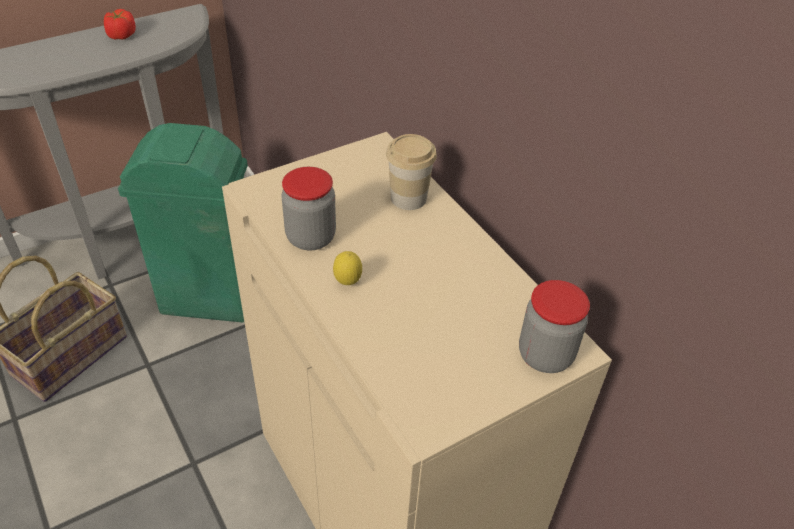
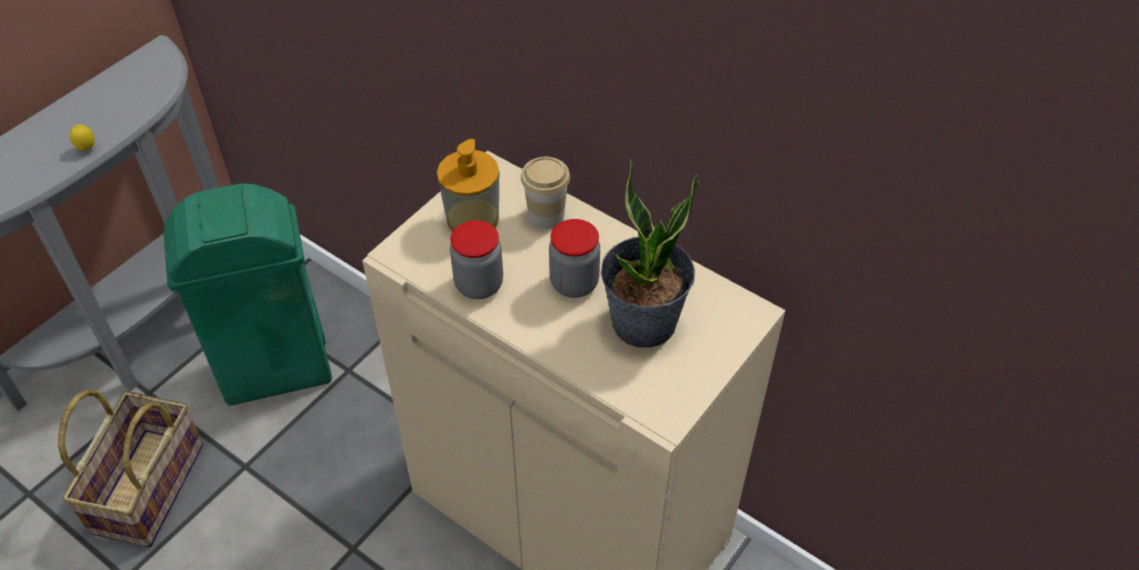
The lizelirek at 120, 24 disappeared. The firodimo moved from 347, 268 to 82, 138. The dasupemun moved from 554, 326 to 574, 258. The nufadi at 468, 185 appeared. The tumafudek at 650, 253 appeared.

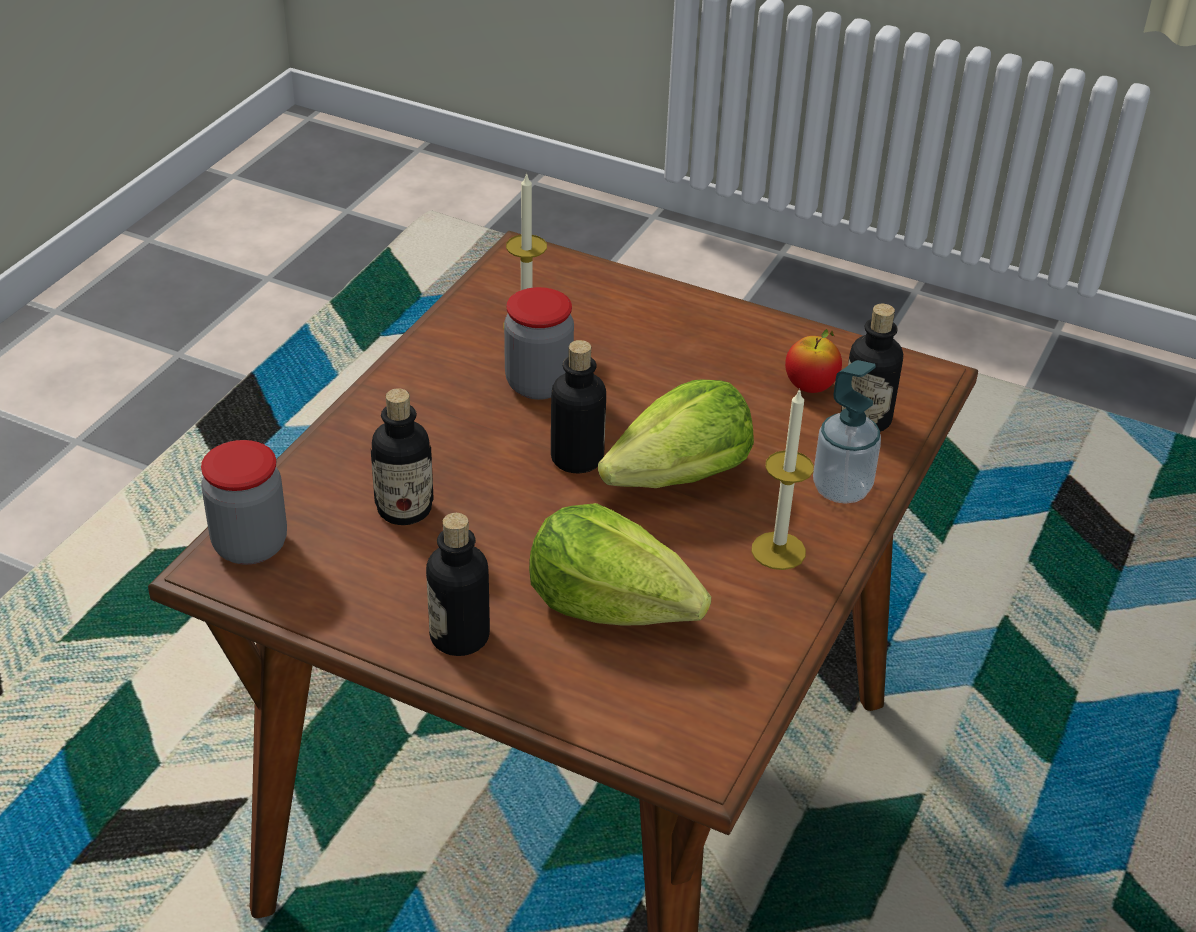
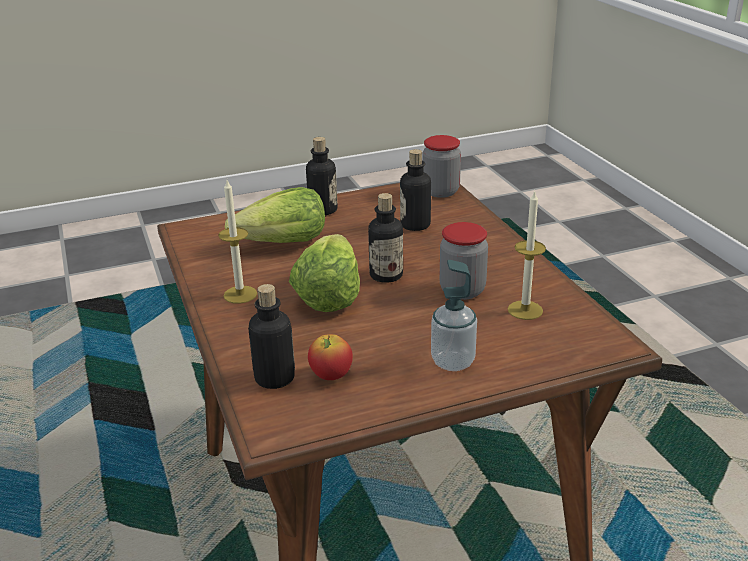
The nufadi moved from 847, 432 to 454, 315.

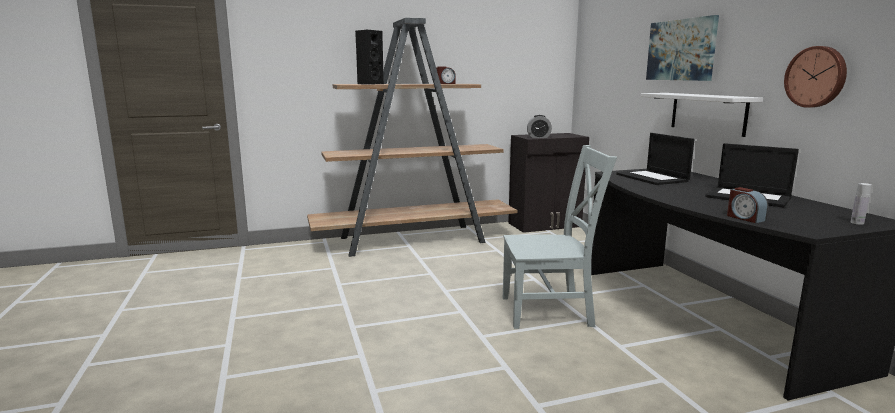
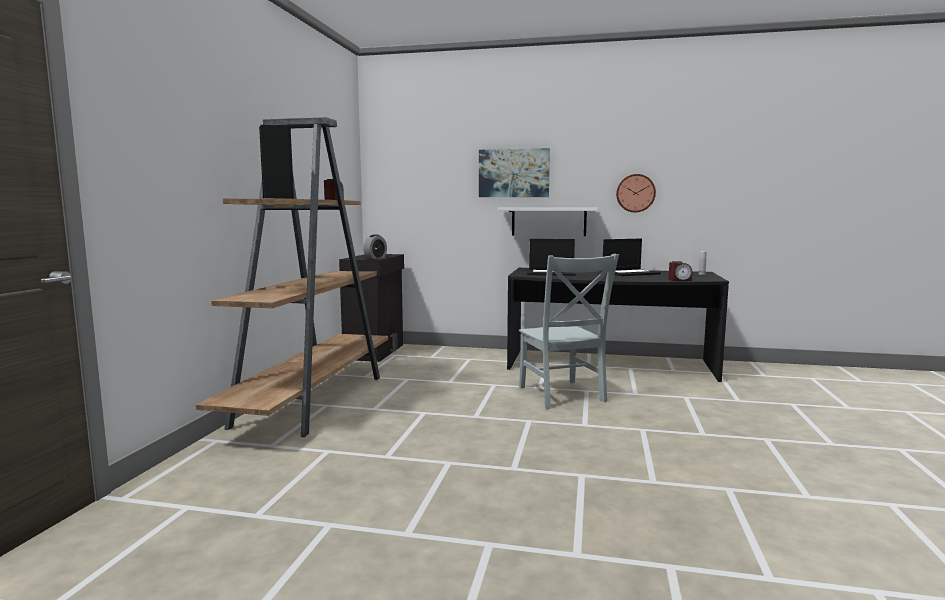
The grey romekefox at 560, 237 turned 135 degrees clockwise.

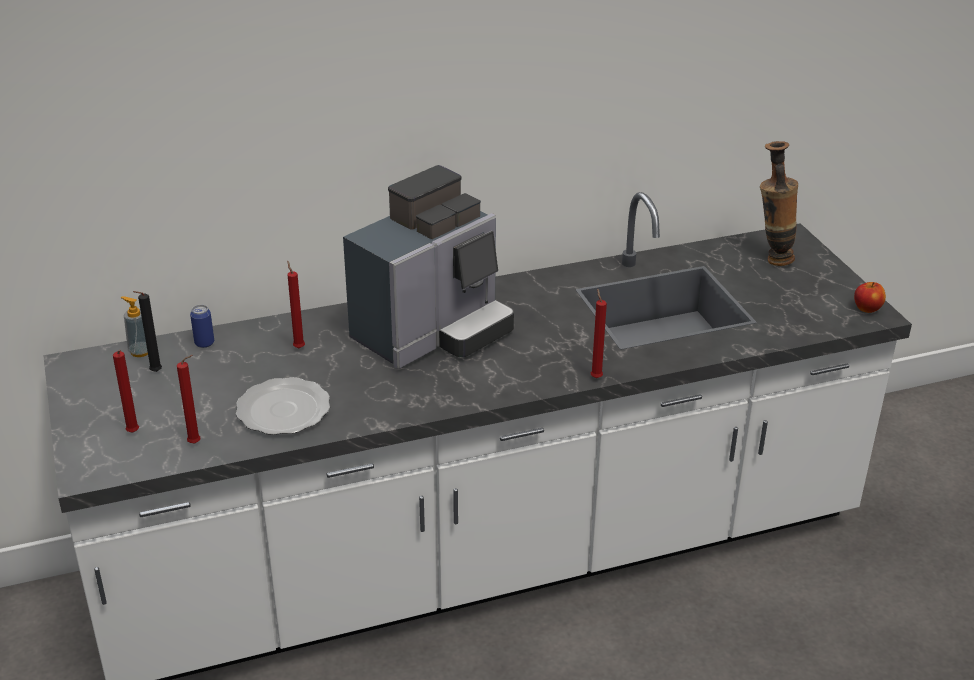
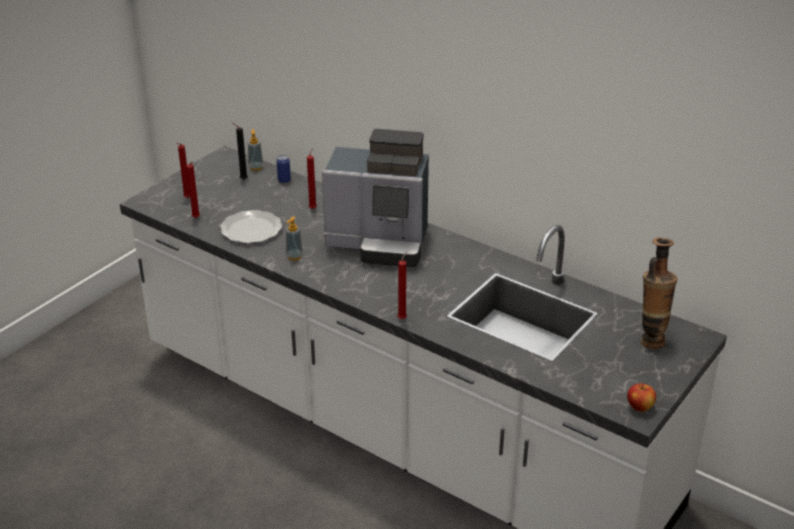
The nufadi at 294, 238 appeared.

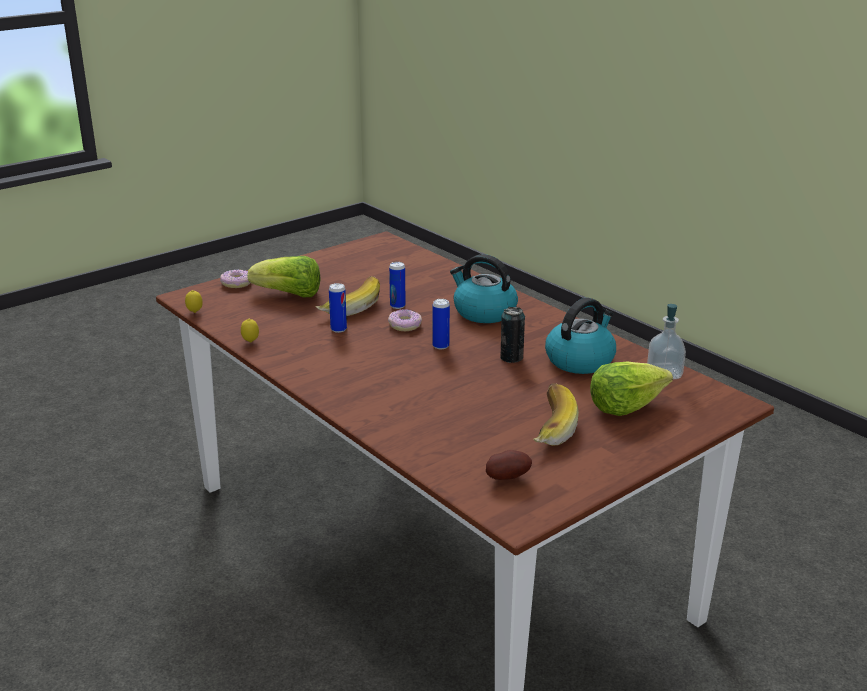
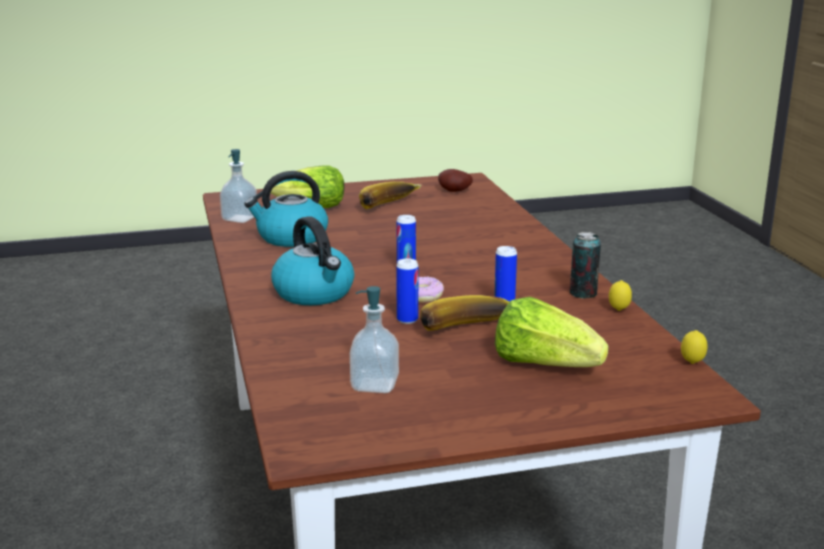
The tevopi at 235, 278 disappeared. The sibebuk moved from 512, 335 to 585, 265. The nufadi at 374, 339 appeared.

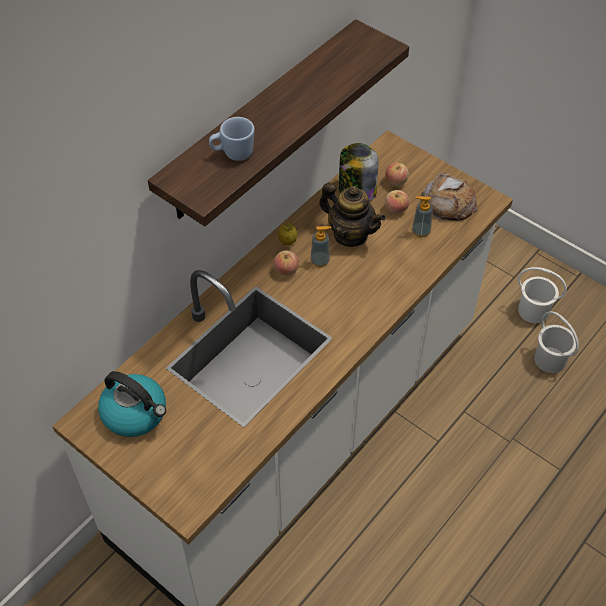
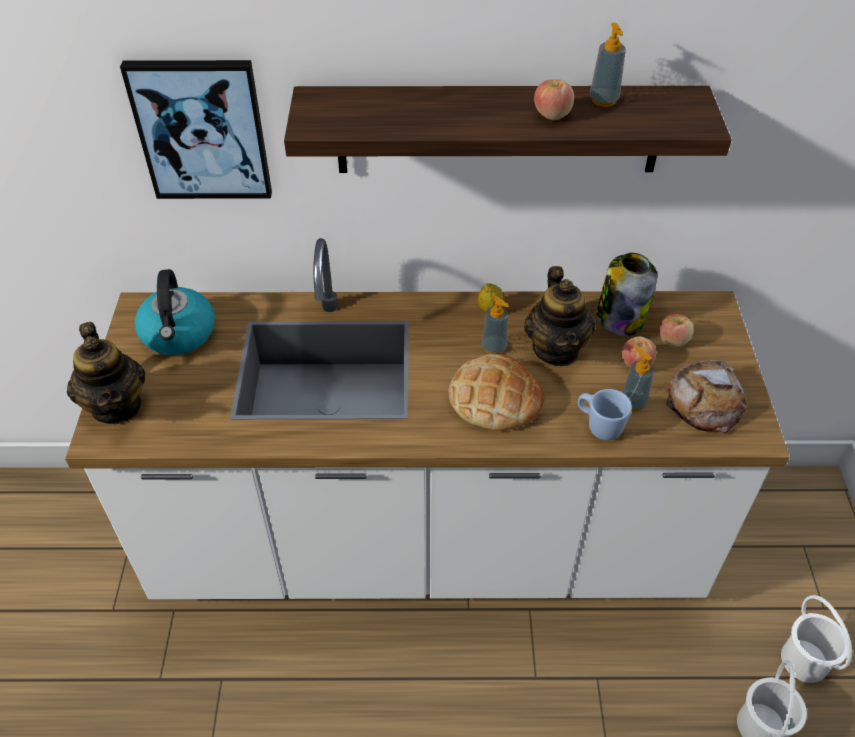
The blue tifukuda moved from 232, 139 to 605, 414. The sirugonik moved from 286, 263 to 554, 99. The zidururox at 106, 373 appeared. The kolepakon at 196, 129 appeared. The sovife at 496, 392 appeared. The nufadi at 608, 65 appeared.

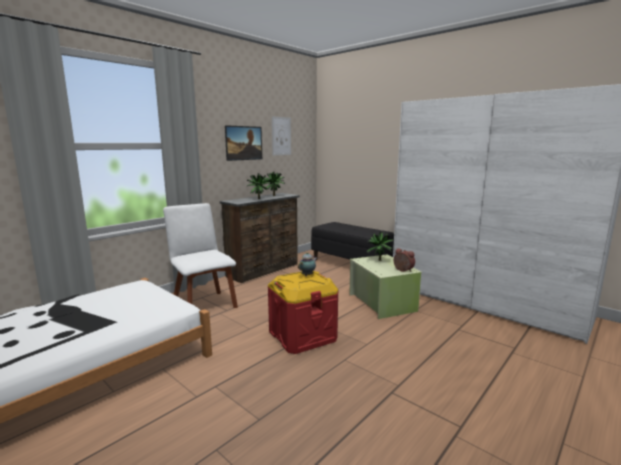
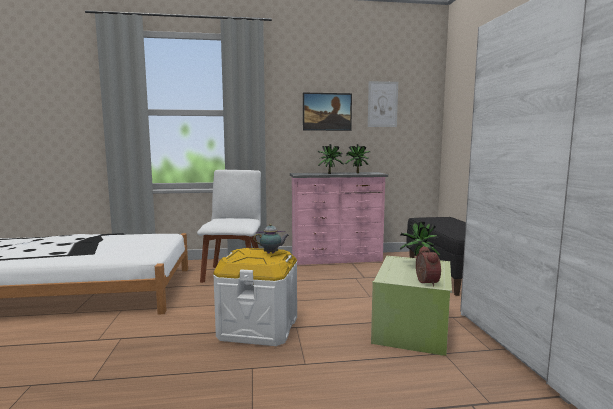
The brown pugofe at 260, 238 became the pink pugofe at 339, 218. The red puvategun at 303, 312 became the white puvategun at 255, 297.

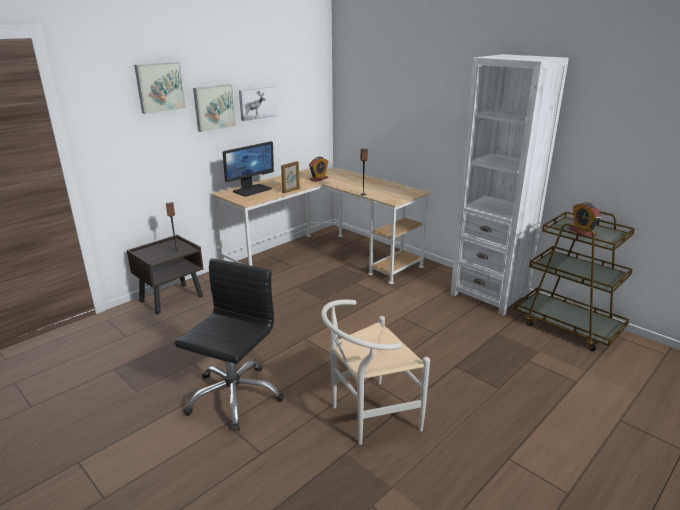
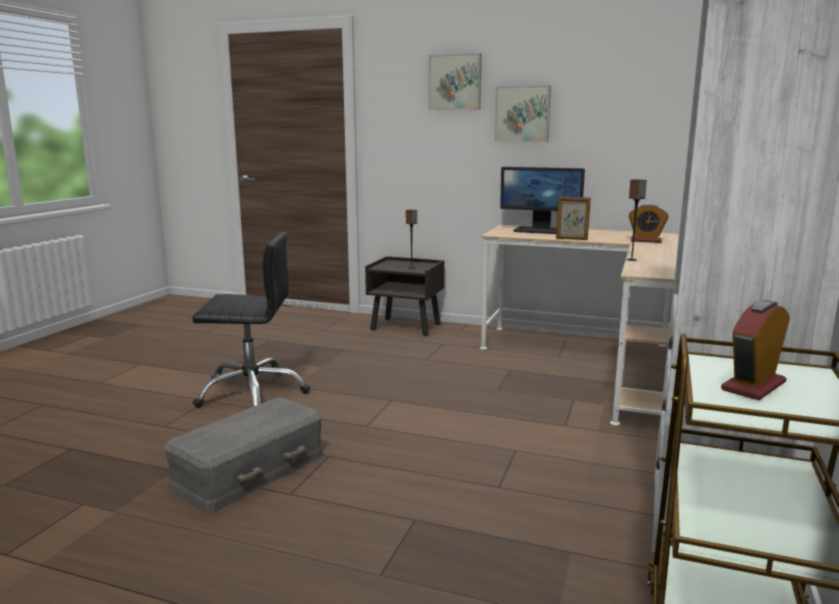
The kolepakon at 258, 103 disappeared. The white romekefox at 375, 372 was replaced by the grey puvategun at 243, 455.

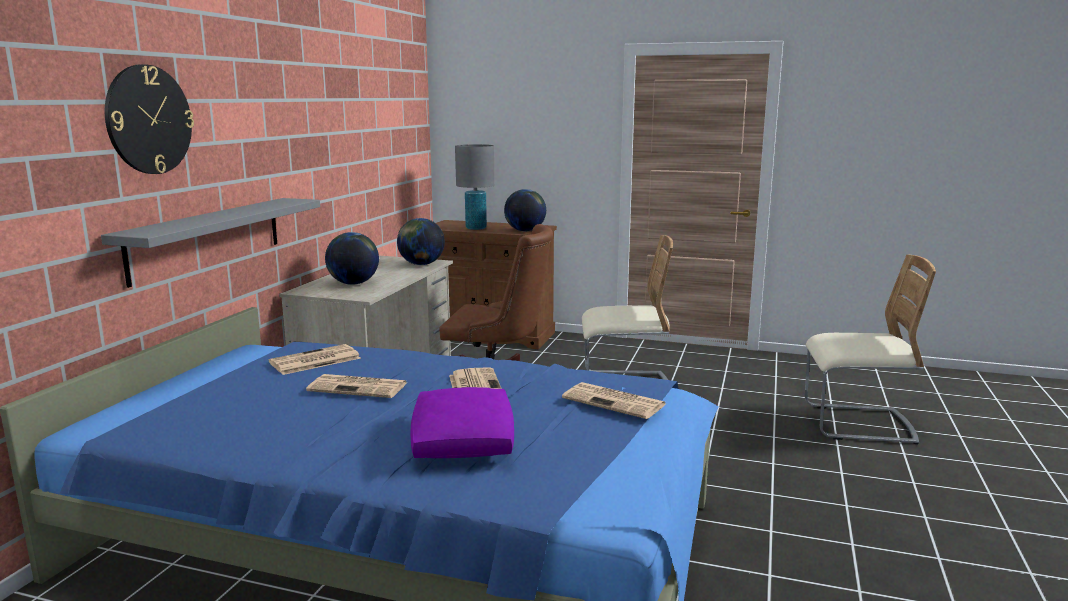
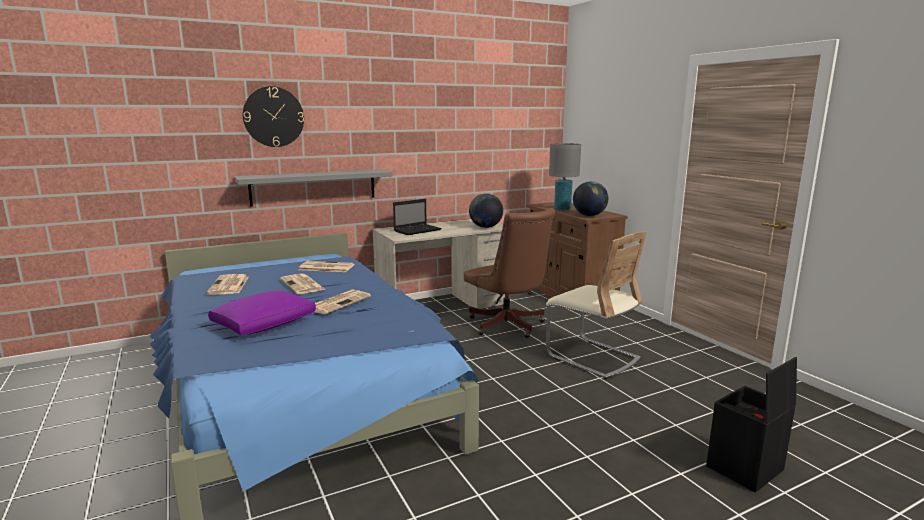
The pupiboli at 352, 258 was replaced by the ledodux at 417, 217. The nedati moved from 614, 400 to 227, 284. The beige romekefox at 870, 349 was replaced by the black puvategun at 751, 425.

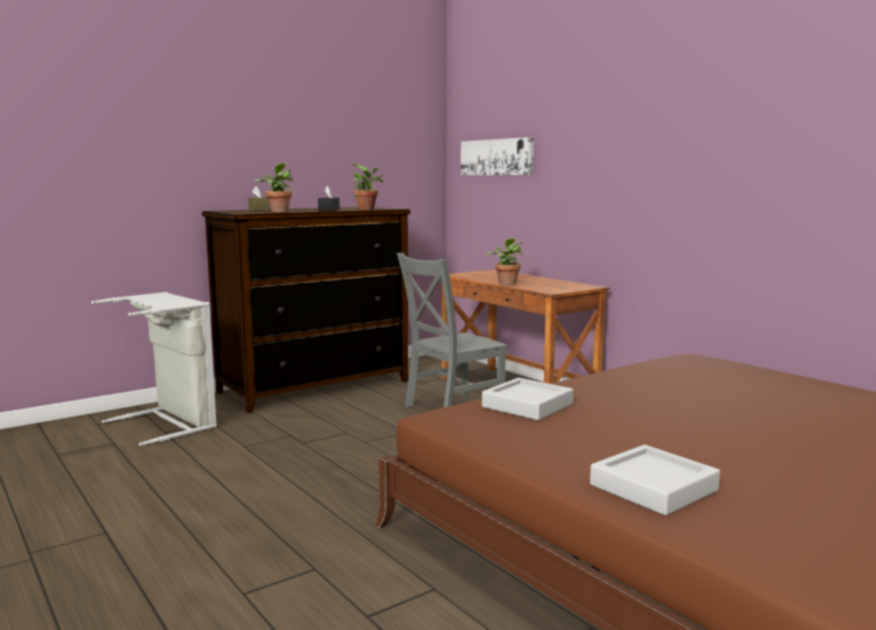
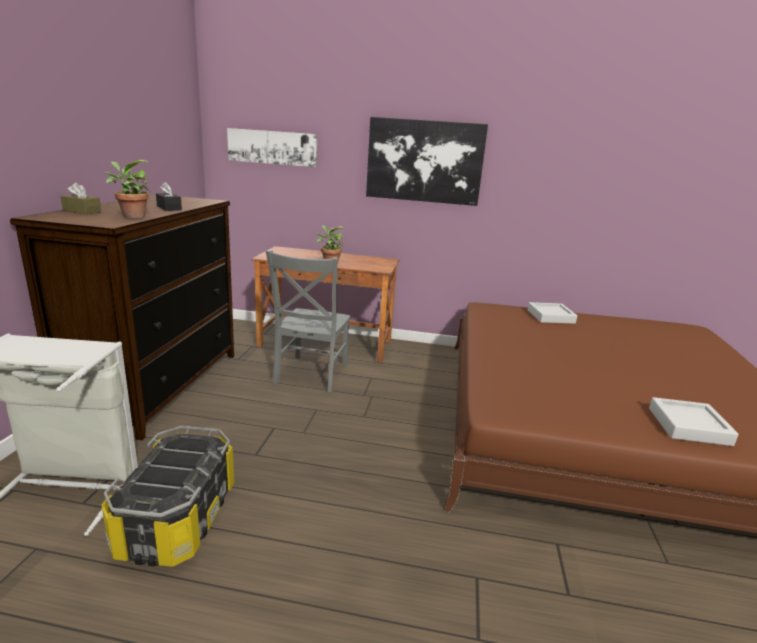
The tumafudek at 368, 187 disappeared. The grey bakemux moved from 527, 399 to 552, 313. The puvategun at 167, 496 appeared. The kolepakon at 427, 161 appeared.

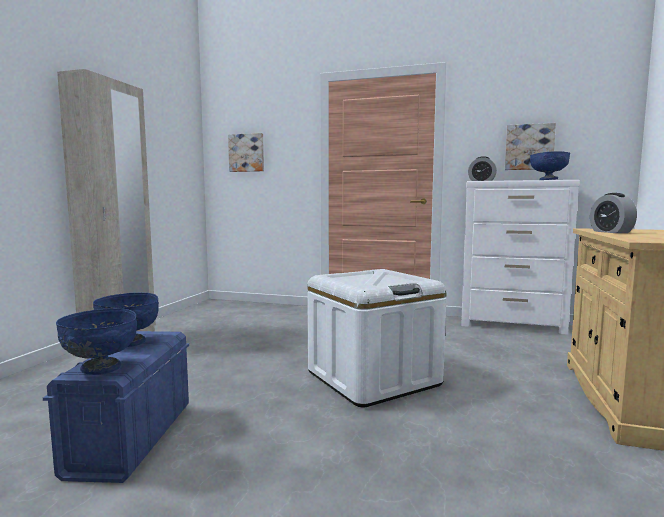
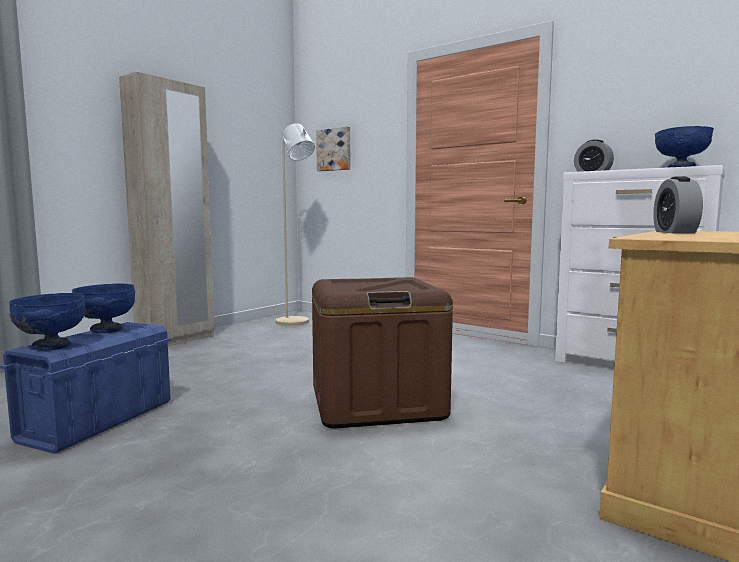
The white puvategun at 377, 338 became the brown puvategun at 382, 353. The kolepakon at 530, 146 disappeared. The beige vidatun at 295, 224 appeared.

